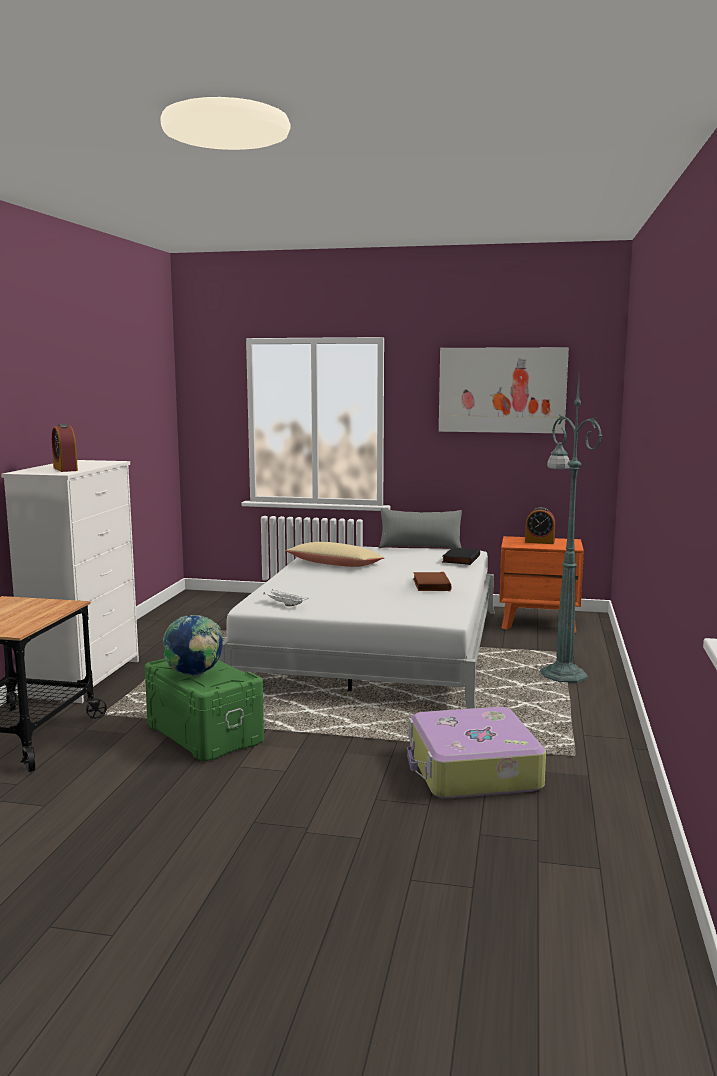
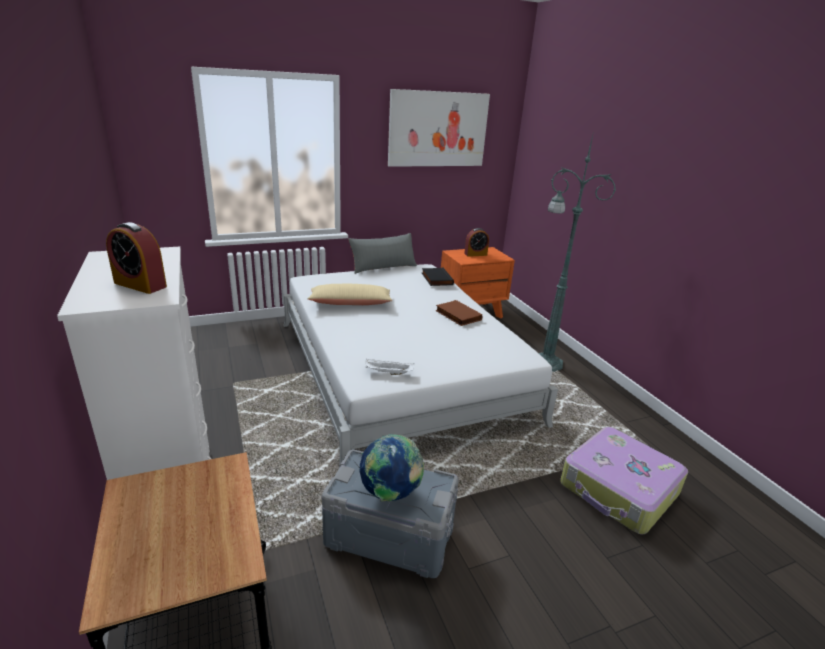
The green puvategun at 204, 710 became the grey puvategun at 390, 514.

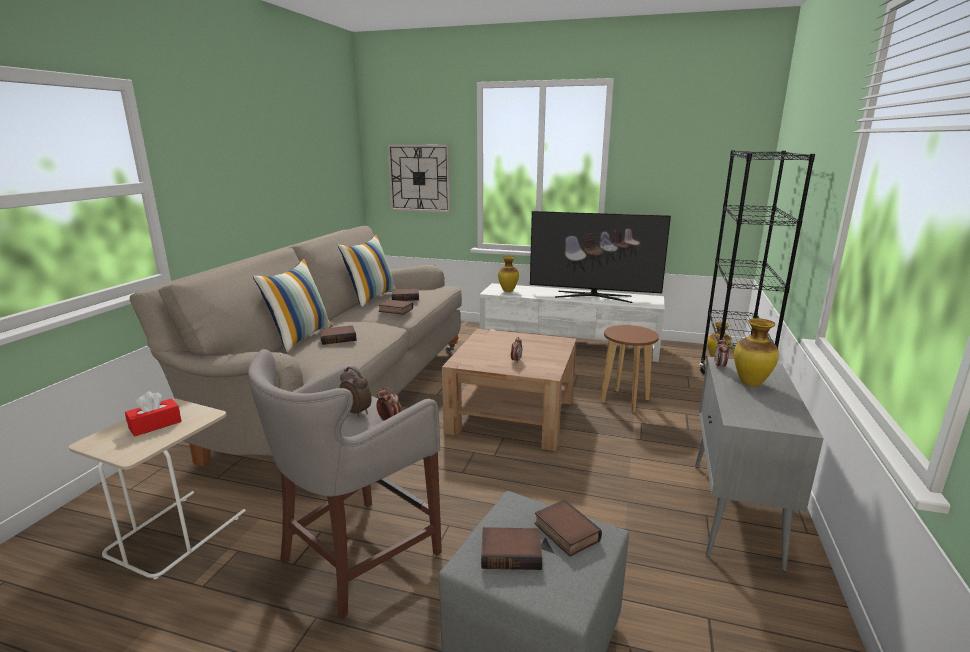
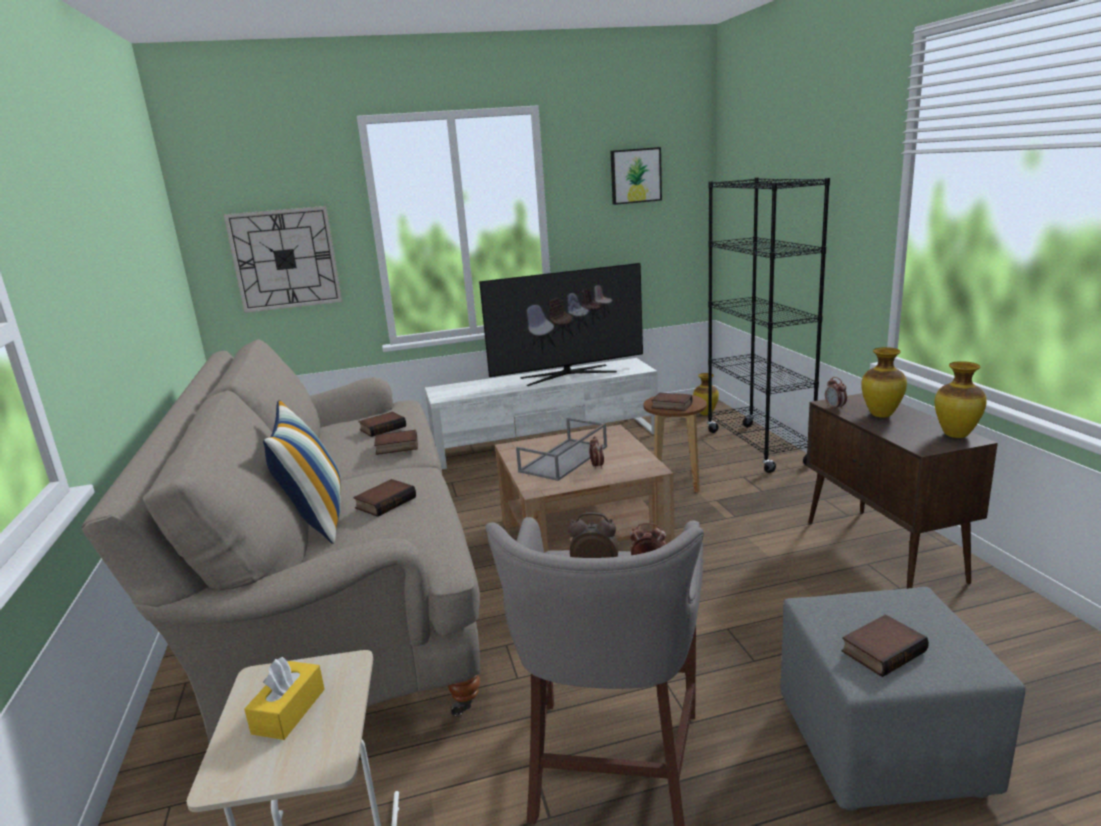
The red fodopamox at 153, 414 became the yellow fodopamox at 284, 698. The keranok at 367, 270 disappeared. The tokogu moved from 508, 274 to 961, 399. The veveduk moved from 568, 528 to 671, 402. The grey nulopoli at 759, 463 became the brown nulopoli at 902, 491. The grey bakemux at 561, 449 appeared. The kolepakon at 636, 176 appeared.

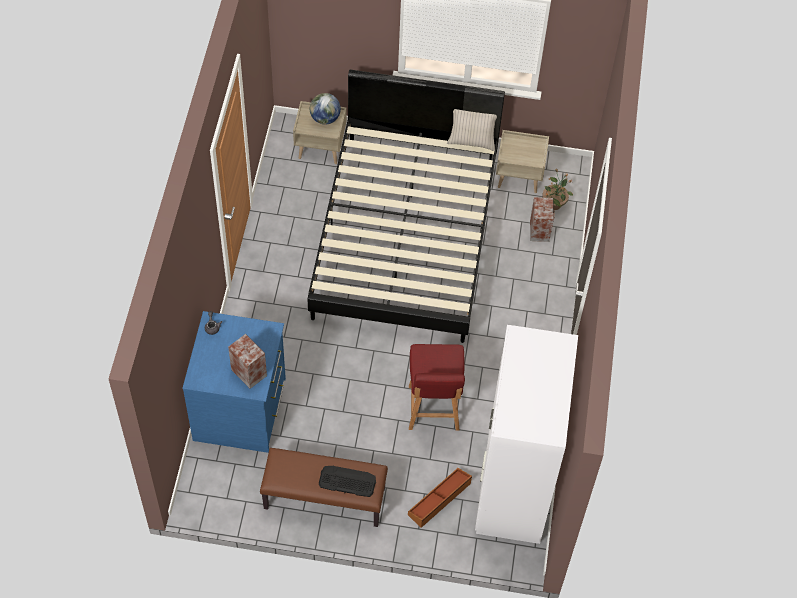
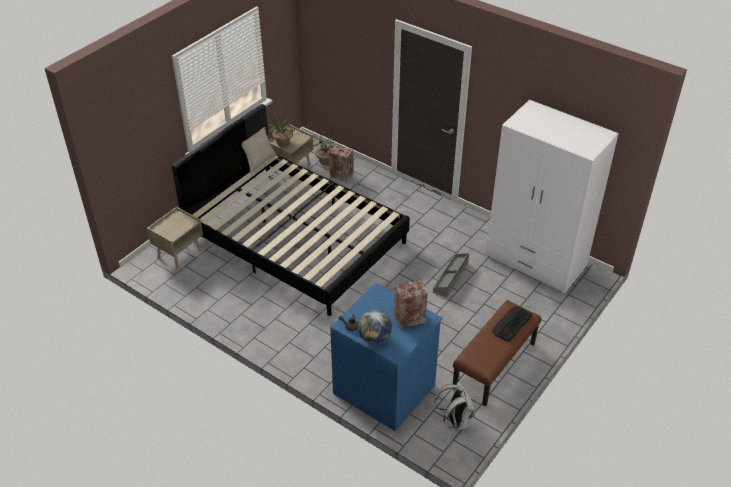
The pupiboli moved from 325, 109 to 375, 327. The brown puvategun at 440, 498 disappeared. The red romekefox at 437, 387 was replaced by the grey puvategun at 451, 275. The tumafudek at 281, 129 appeared. The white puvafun at 455, 406 appeared.

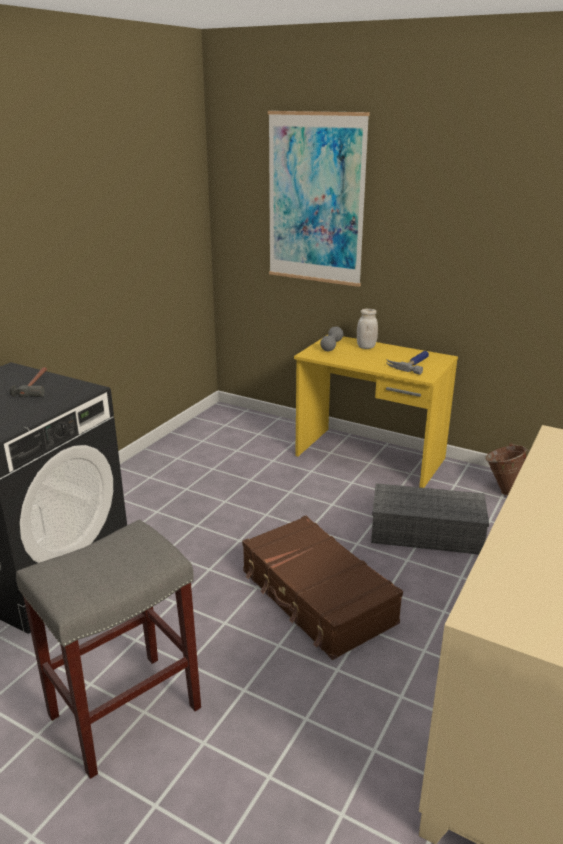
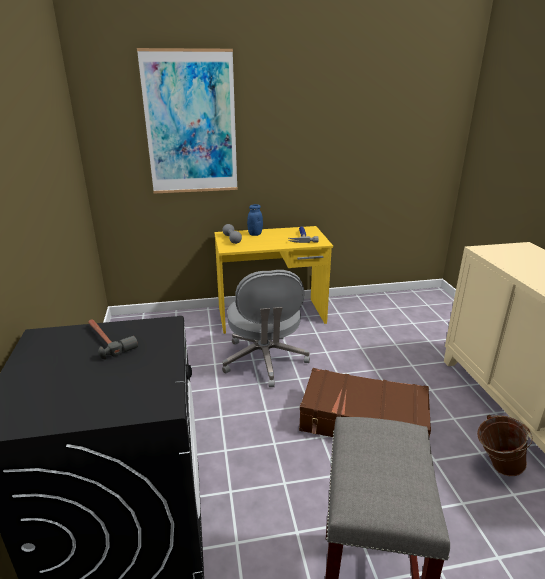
The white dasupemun at 367, 329 became the blue dasupemun at 255, 220. The grey puvategun at 430, 518 disappeared. The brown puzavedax moved from 507, 469 to 504, 445. The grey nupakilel at 266, 328 appeared.

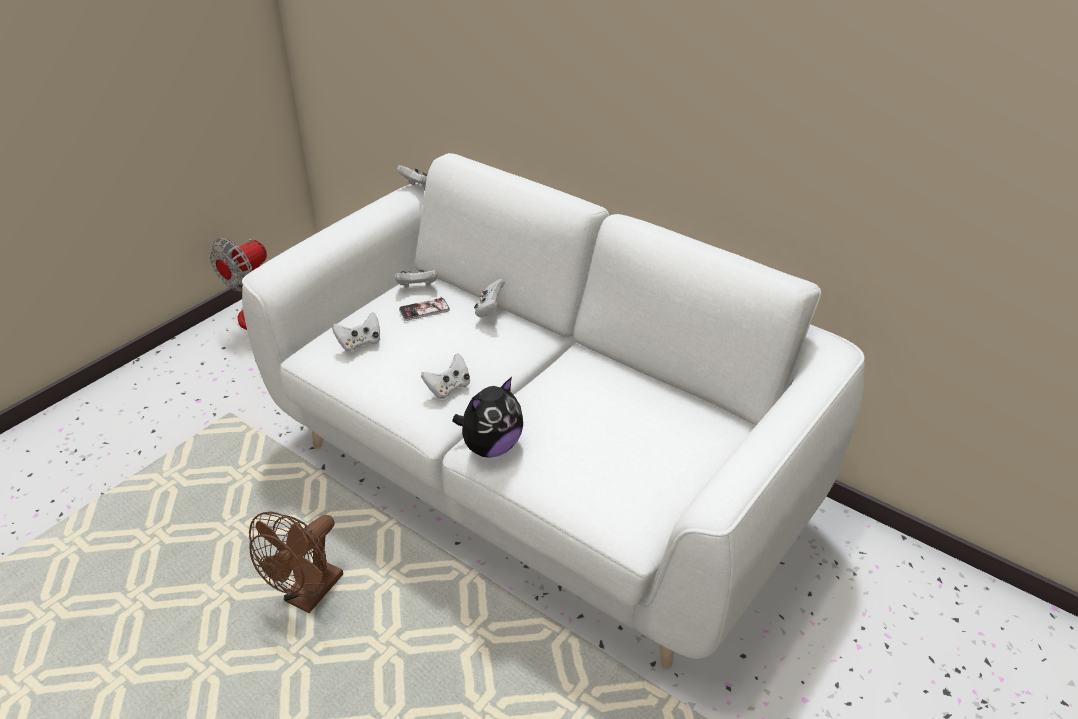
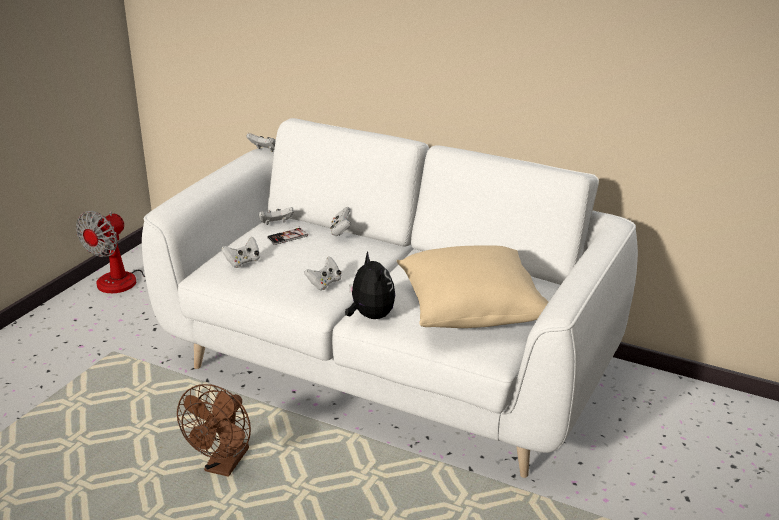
The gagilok at 487, 417 turned 60 degrees counterclockwise. The beige keranok at 472, 287 appeared.

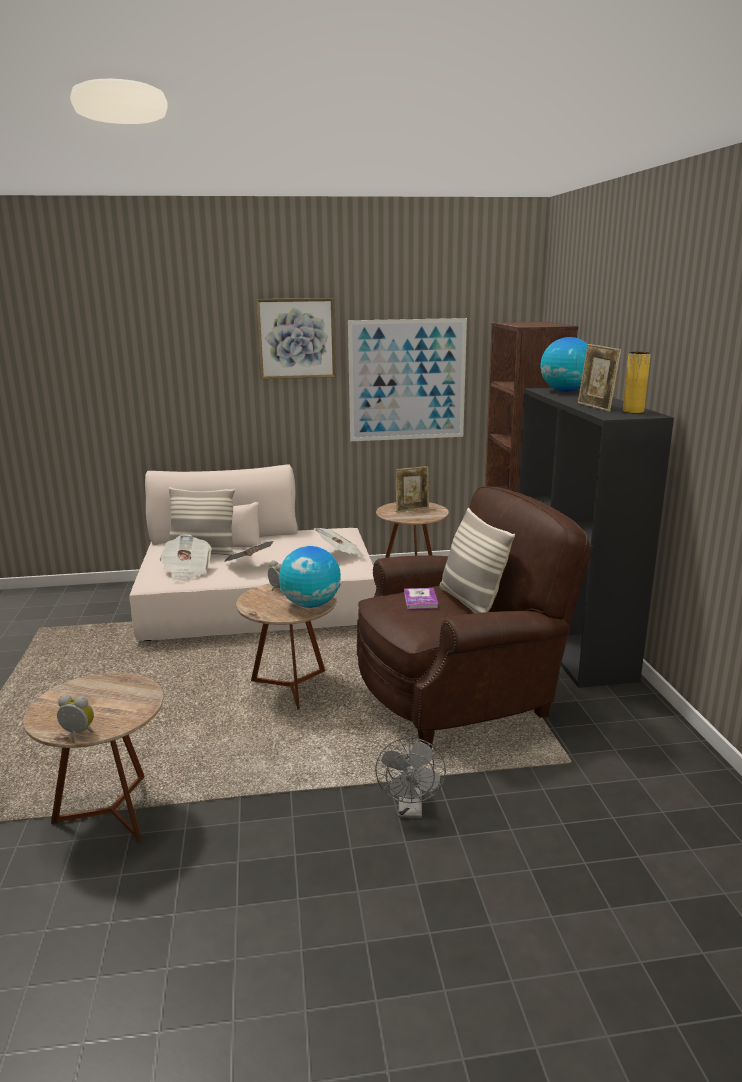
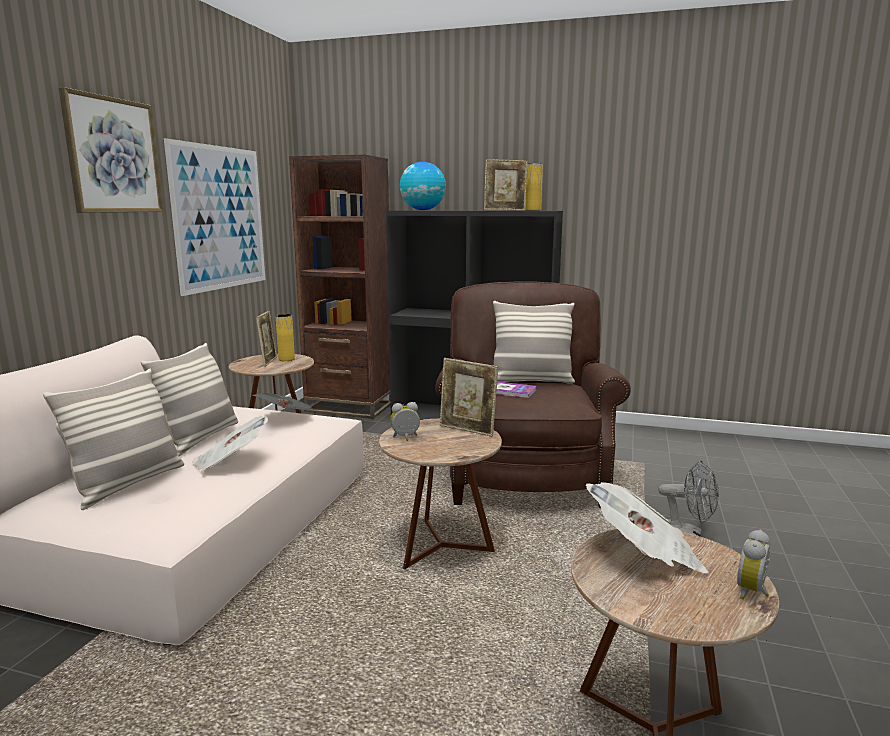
The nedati moved from 186, 558 to 647, 527. The pupiboli at 310, 577 was replaced by the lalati at 469, 397. The keranok at 189, 399 appeared. The yellow tokogu at 285, 337 appeared.

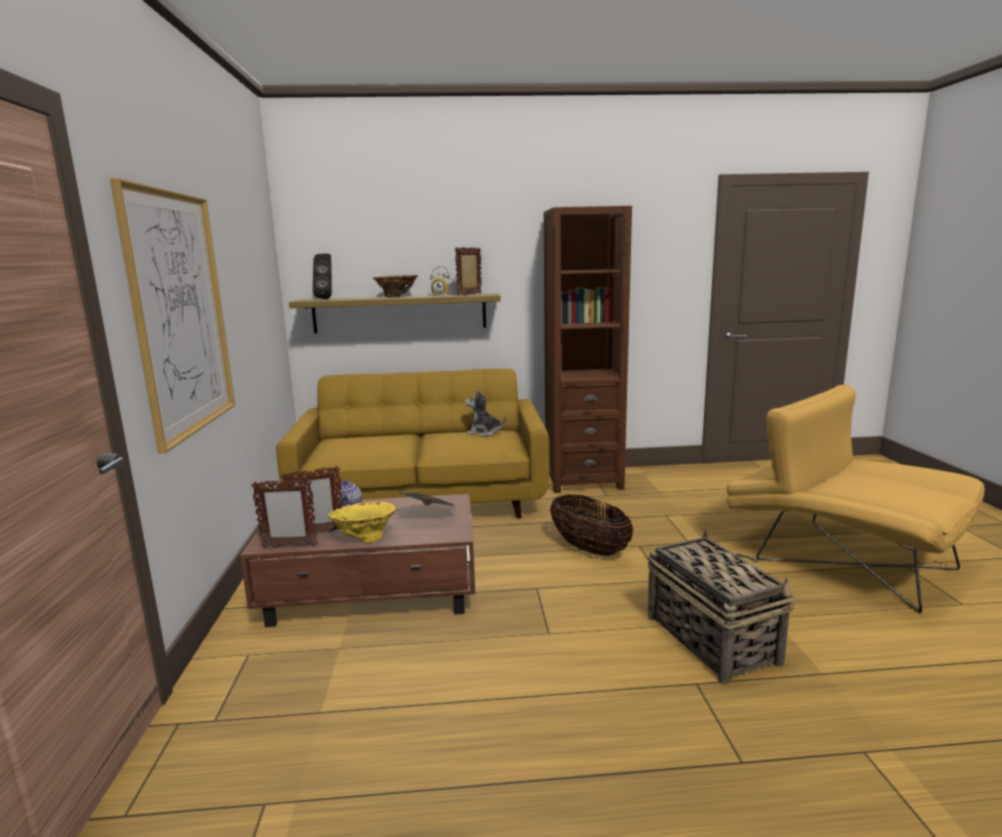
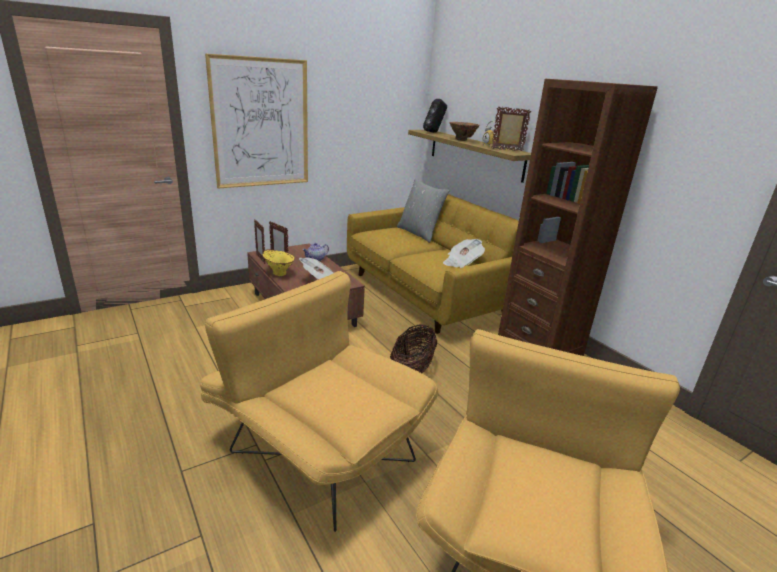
The gagilok at 485, 413 was replaced by the nedati at 464, 253. The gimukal at 722, 607 was replaced by the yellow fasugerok at 319, 401. The grey keranok at 423, 210 appeared.

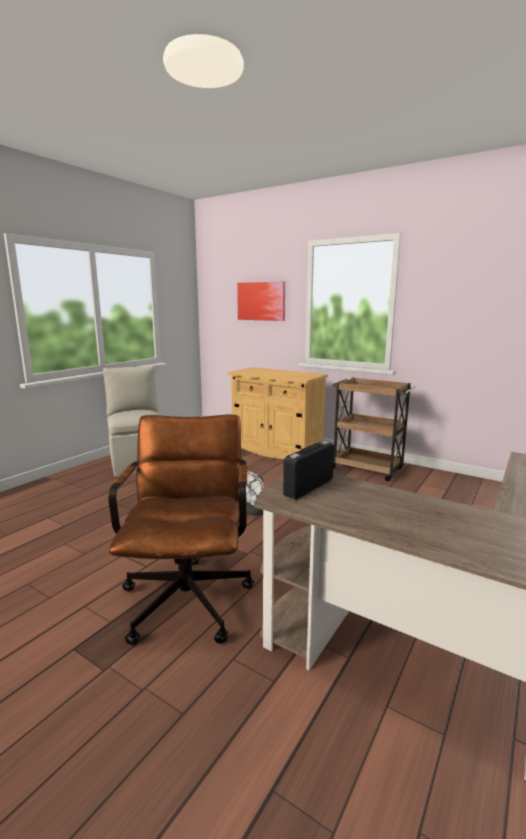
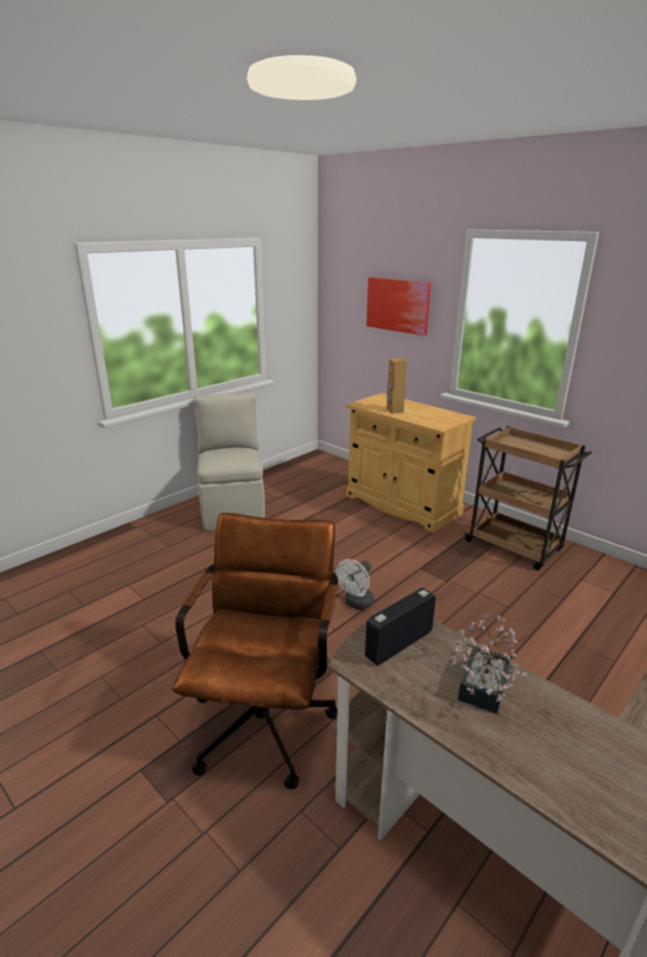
The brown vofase at 396, 385 appeared. The tumafudek at 489, 664 appeared.

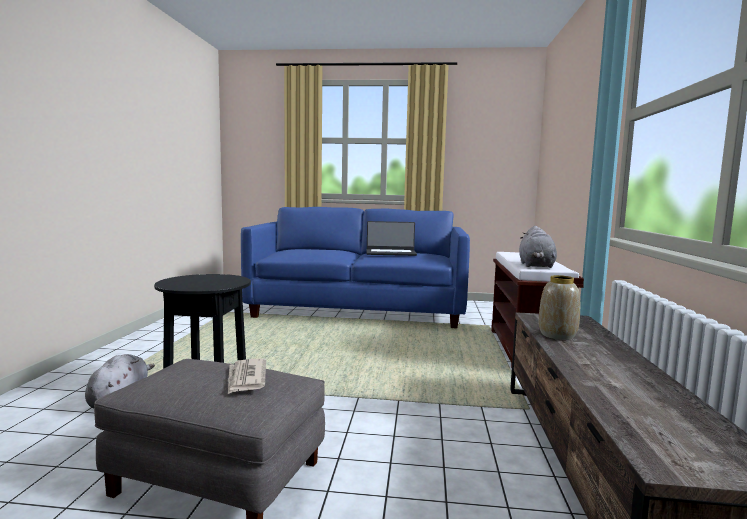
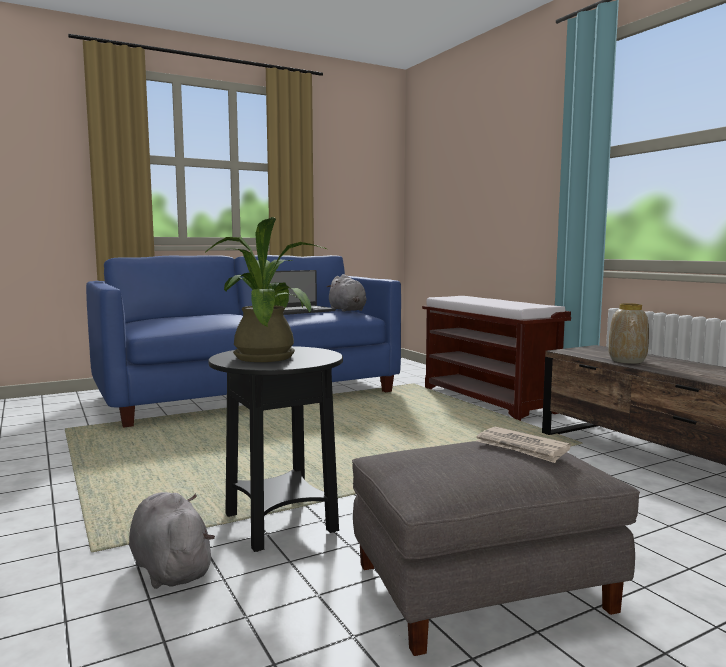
The grey gagilok moved from 538, 247 to 346, 292. The tumafudek at 266, 289 appeared.

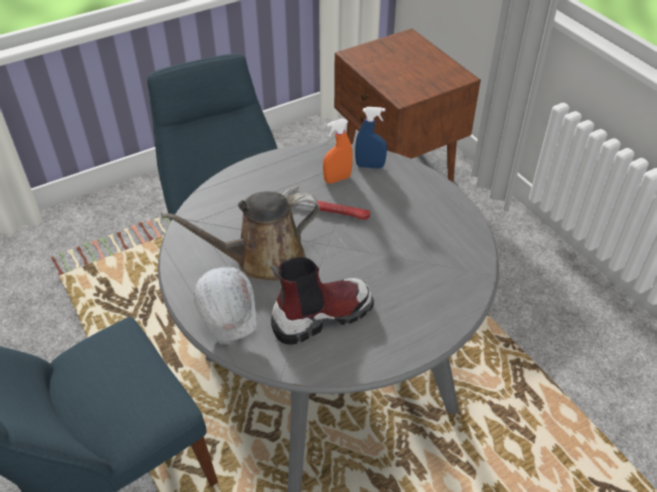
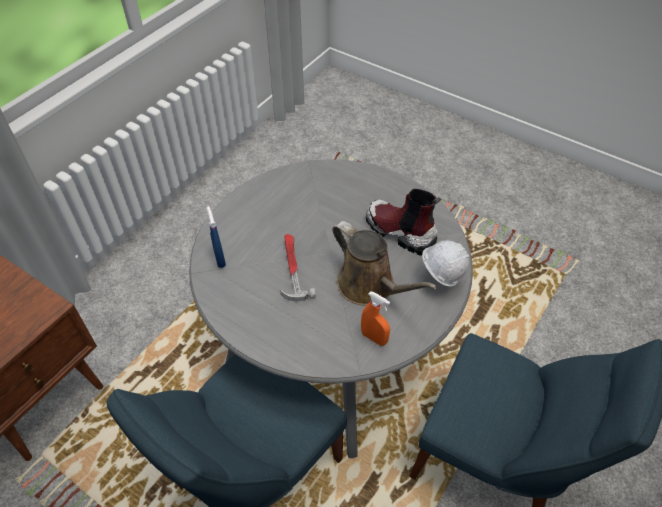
The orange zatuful moved from 338, 151 to 375, 318.

